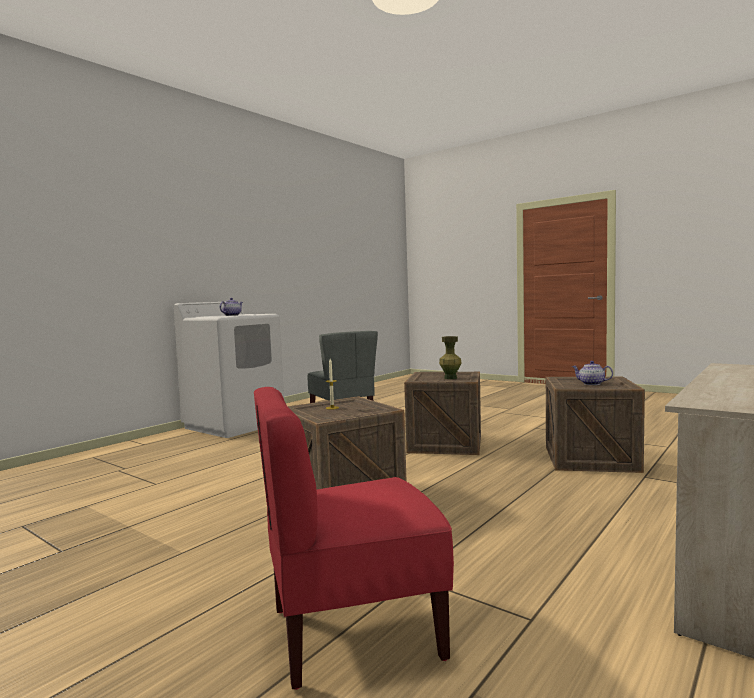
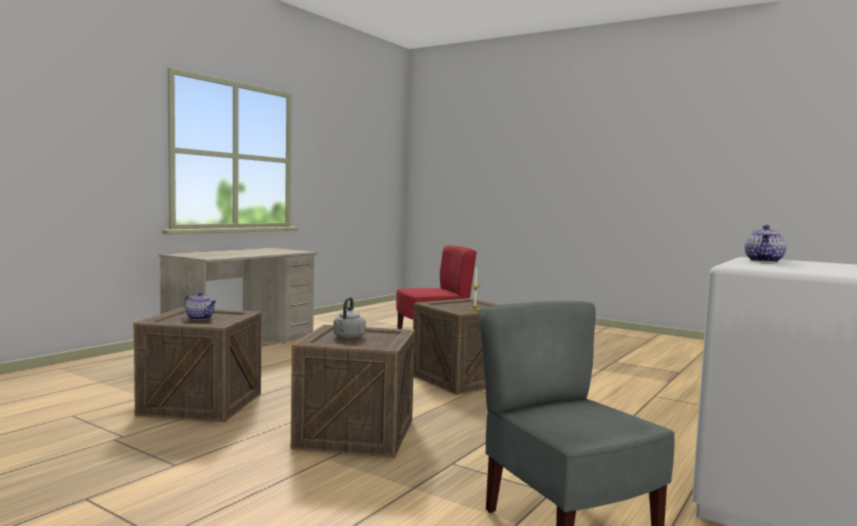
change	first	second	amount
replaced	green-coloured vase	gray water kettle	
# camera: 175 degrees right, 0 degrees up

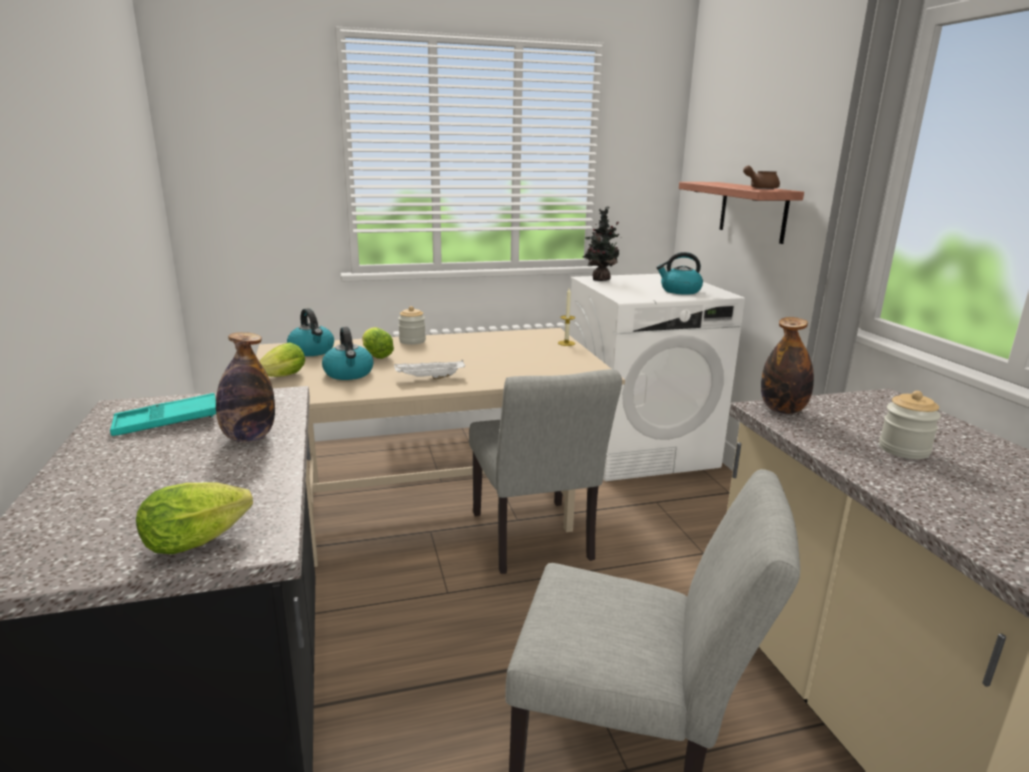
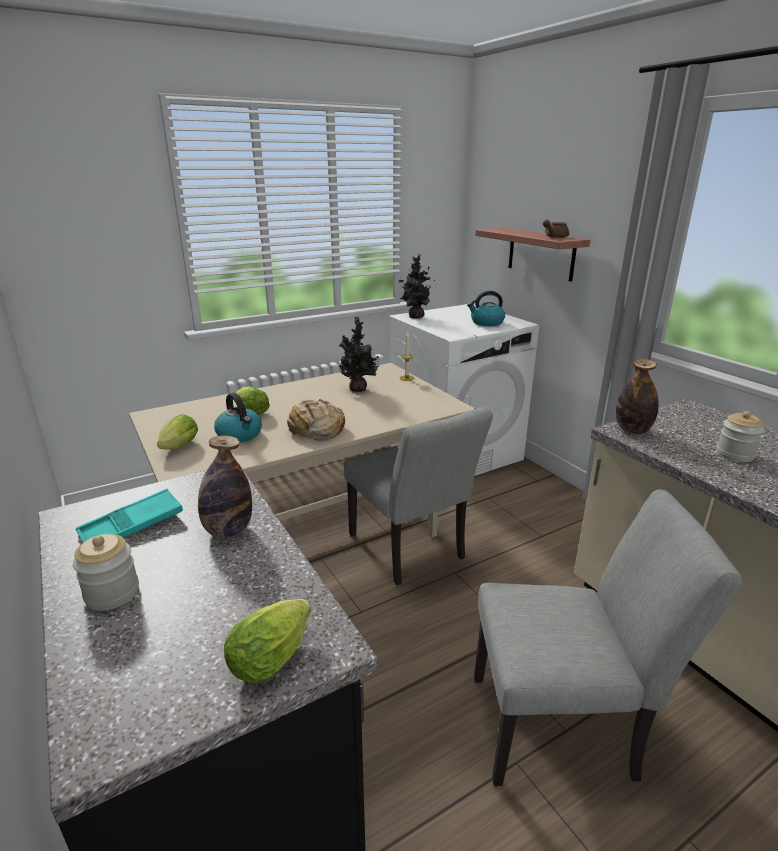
change	first	second	amount
moved	jar (1st from left)		
replaced	white-coloured serving tray	bread	
added		plant in a pot (1st from left)	
removed	water kettle (1st from left)		
# camera: 15 degrees left, 5 degrees up

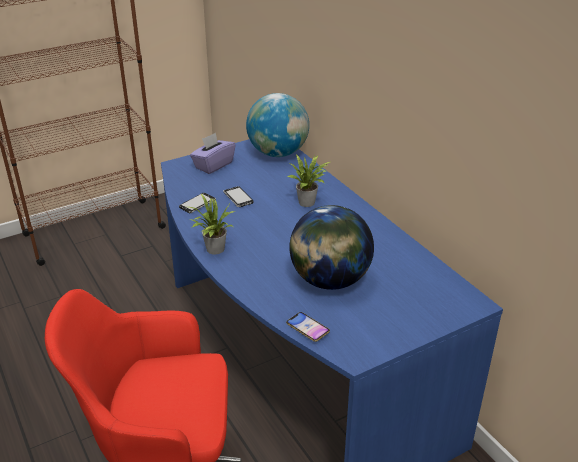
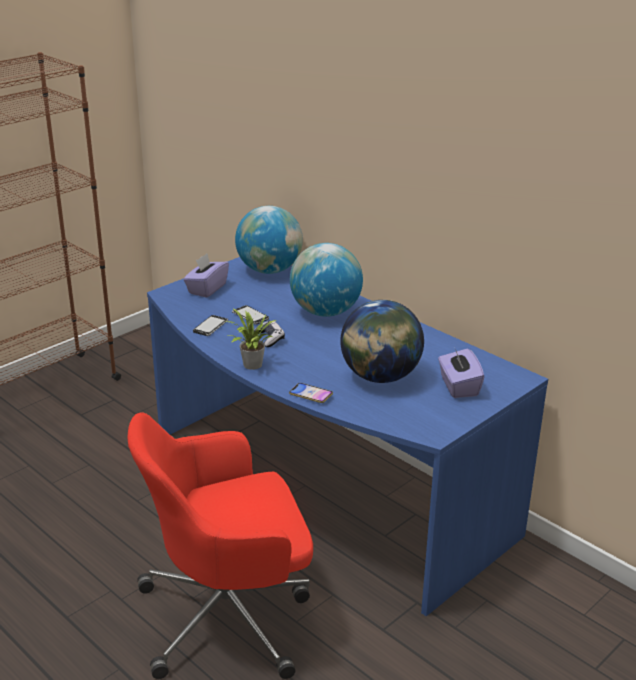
change	first	second	amount
added		game controller	
moved	telephone (3rd from left)		
replaced	plant in a pot (2nd from left)	desk globe (2nd from left)	
added		purple tissue holder (2nd from left)	
# camera: 15 degrees left, 5 degrees down

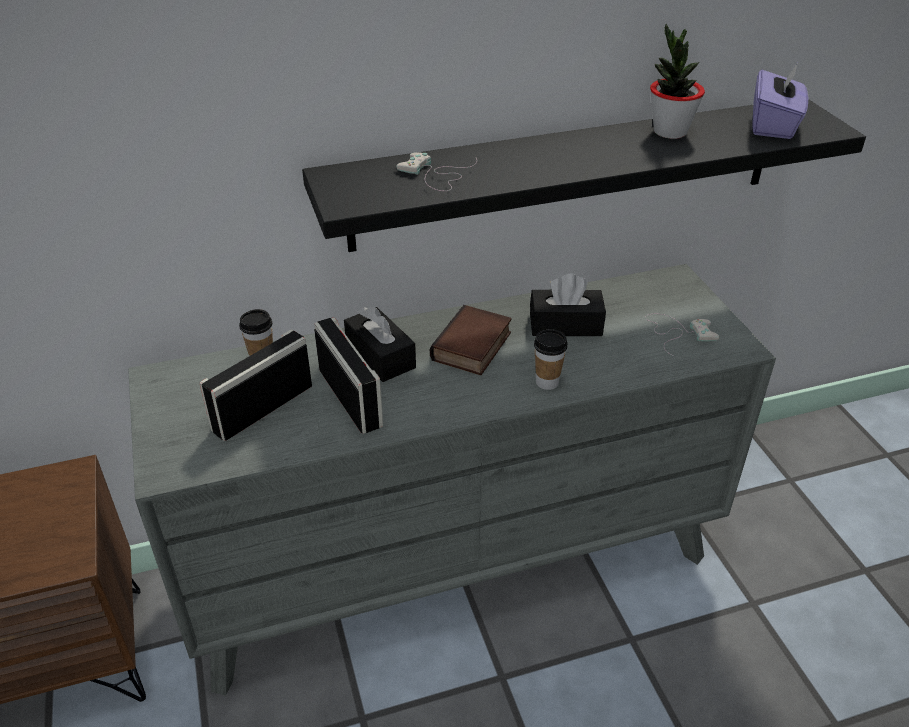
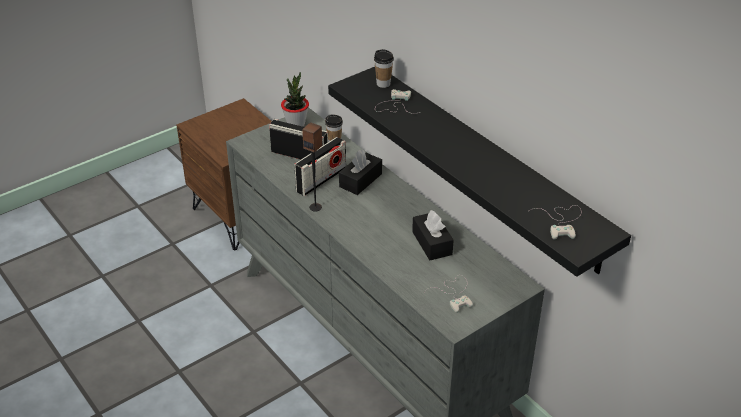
change	first	second	amount
moved	plant in a pot		
added		speaker	
moved	drinking cup (2nd from left)		
replaced	purple tissue holder	white-coloured game controller (3rd from left)	
removed	volume		
# camera: 70 degrees right, 0 degrees up

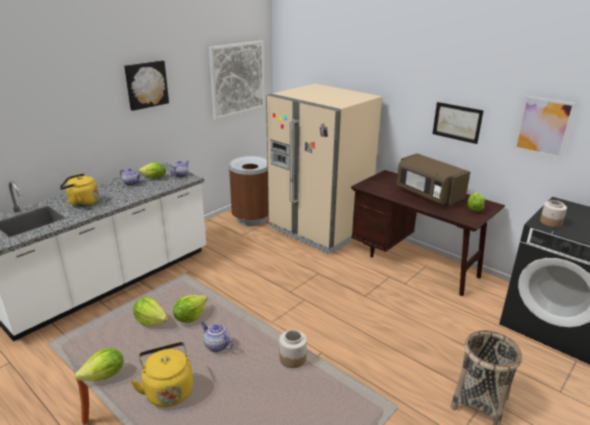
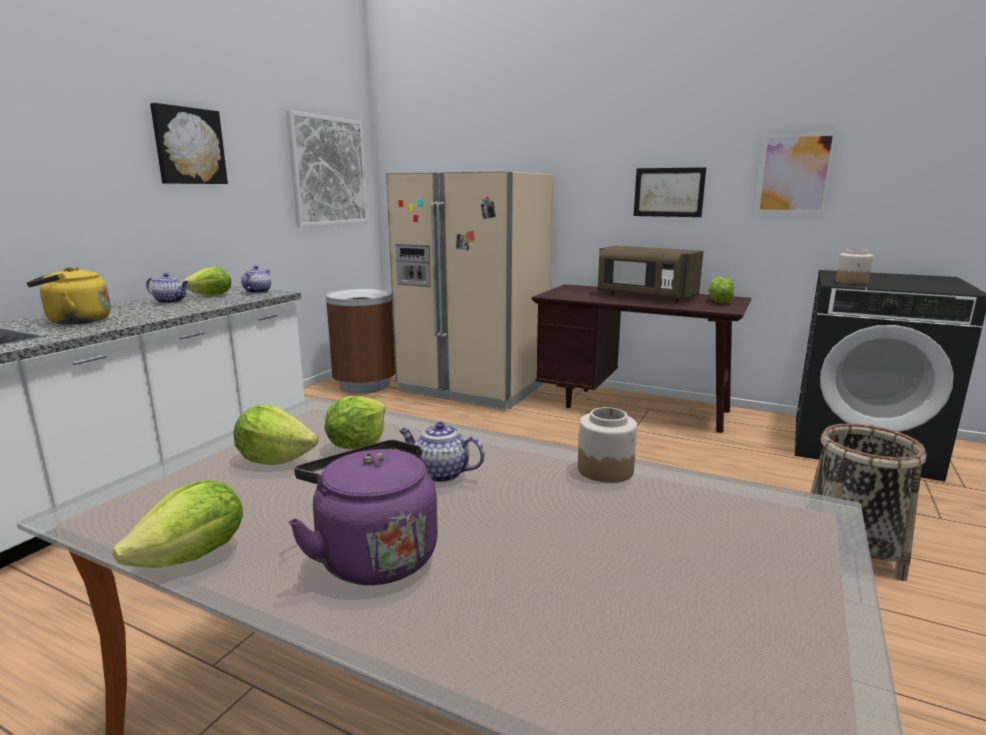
change	first	second	amount
recoloured	yellow water kettle (2nd from left)	purple water kettle	
# camera: 15 degrees left, 10 degrees down

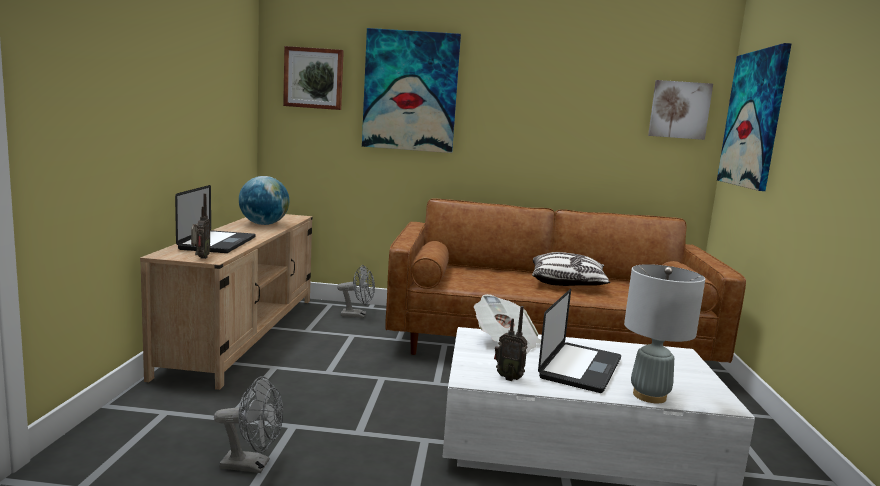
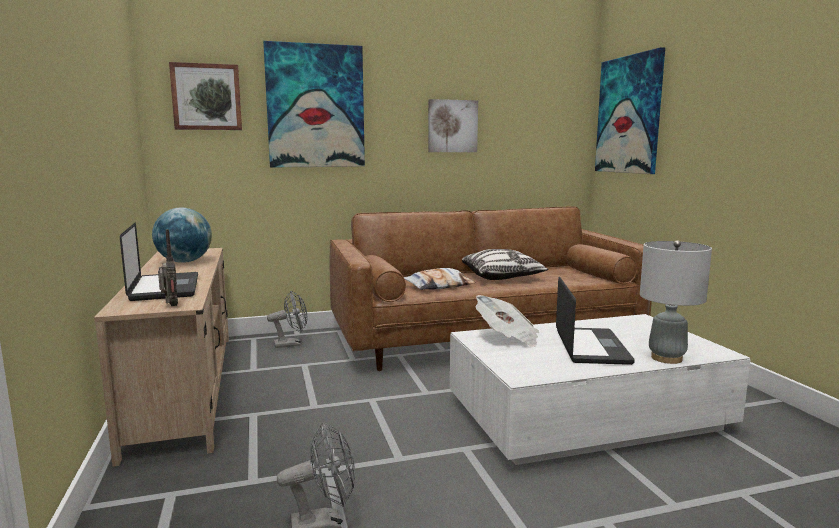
change	first	second	amount
added		throw pillow (1st from left)	
moved	picture (3rd from left)		
removed	radio (2nd from left)		
# camera: 20 degrees left, 0 degrees up

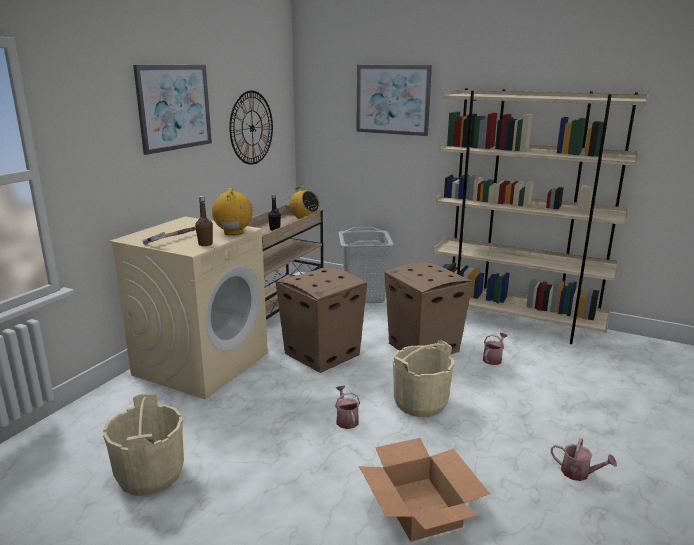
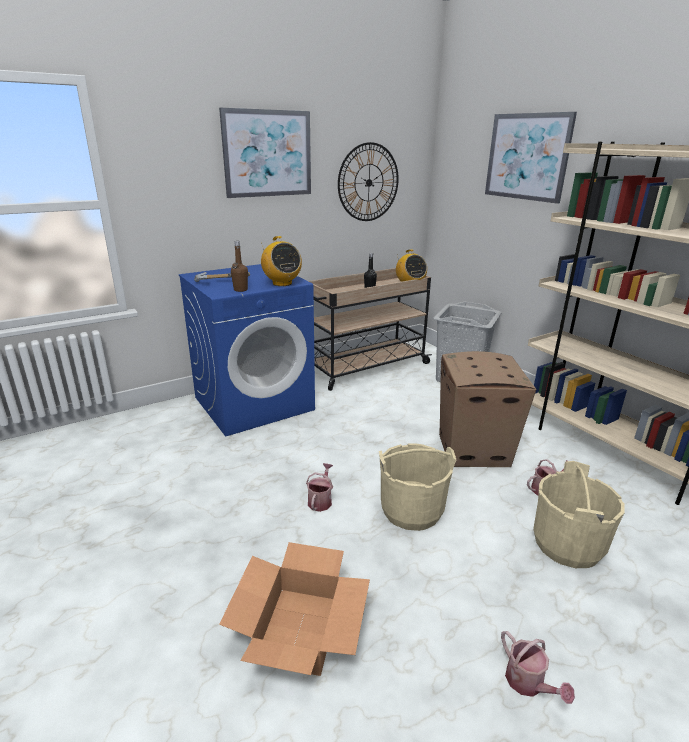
change	first	second	amount
recoloured	beige-coloured laundry appliance	blue laundry appliance	
turned	radio (1st from left)		120 degrees clockwise
moved	beige-coloured pail (1st from left in the first image)	beige-coloured pail (2nd from left)	
removed	carton (1st from left)		
# camera: 30 degrees right, 5 degrees up

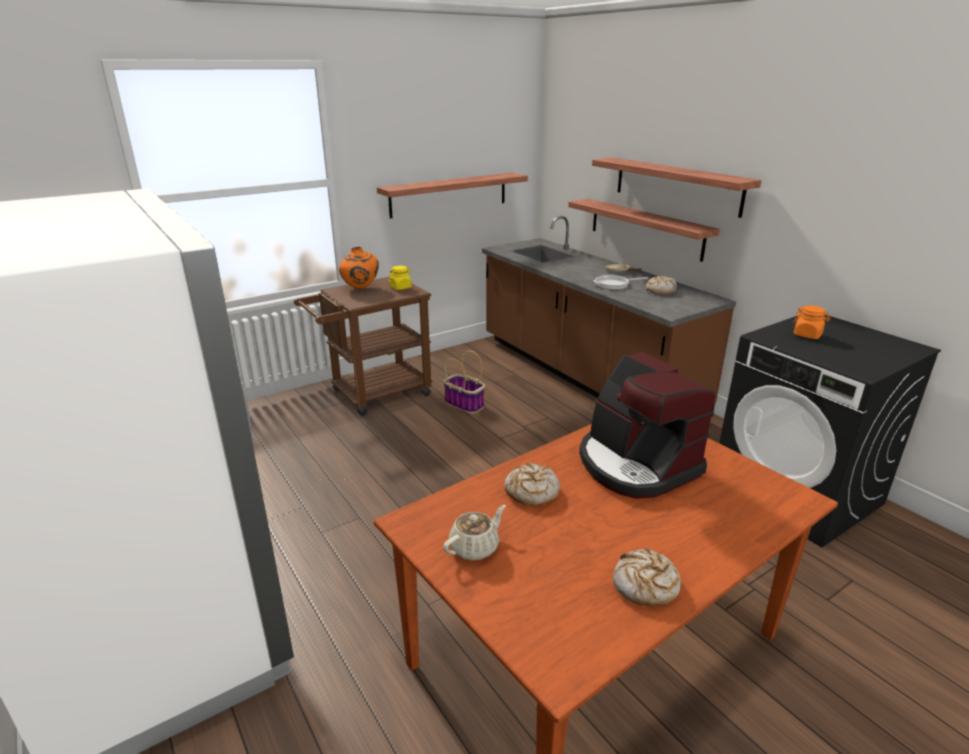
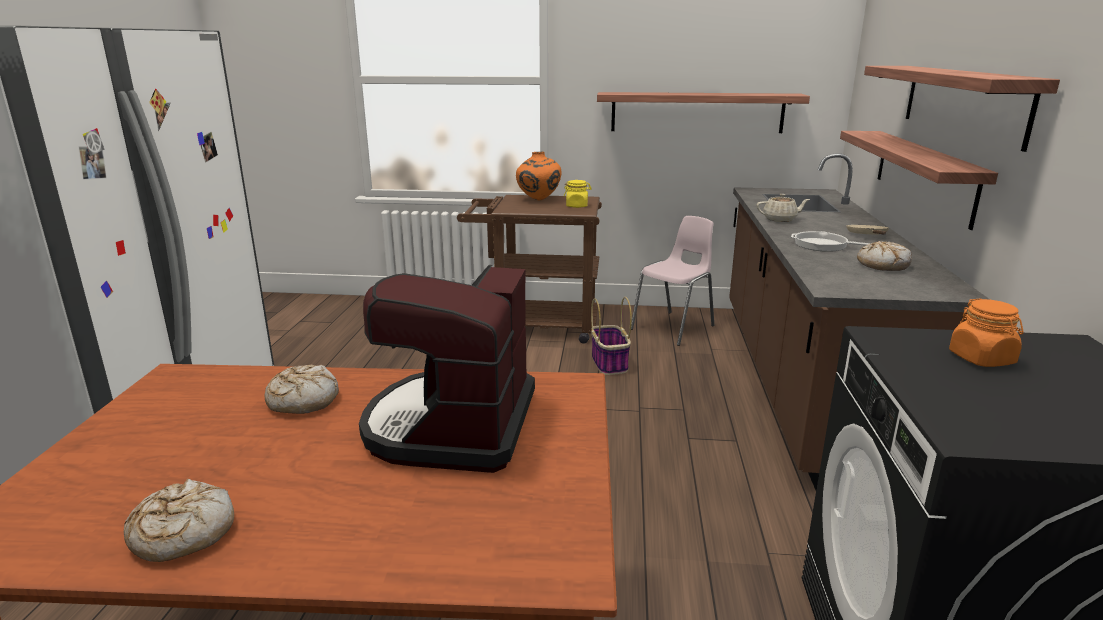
change	first	second	amount
added		pinkish plain chair	
moved	beige-coloured pot for tea		
# camera: 40 degrees right, 5 degrees down

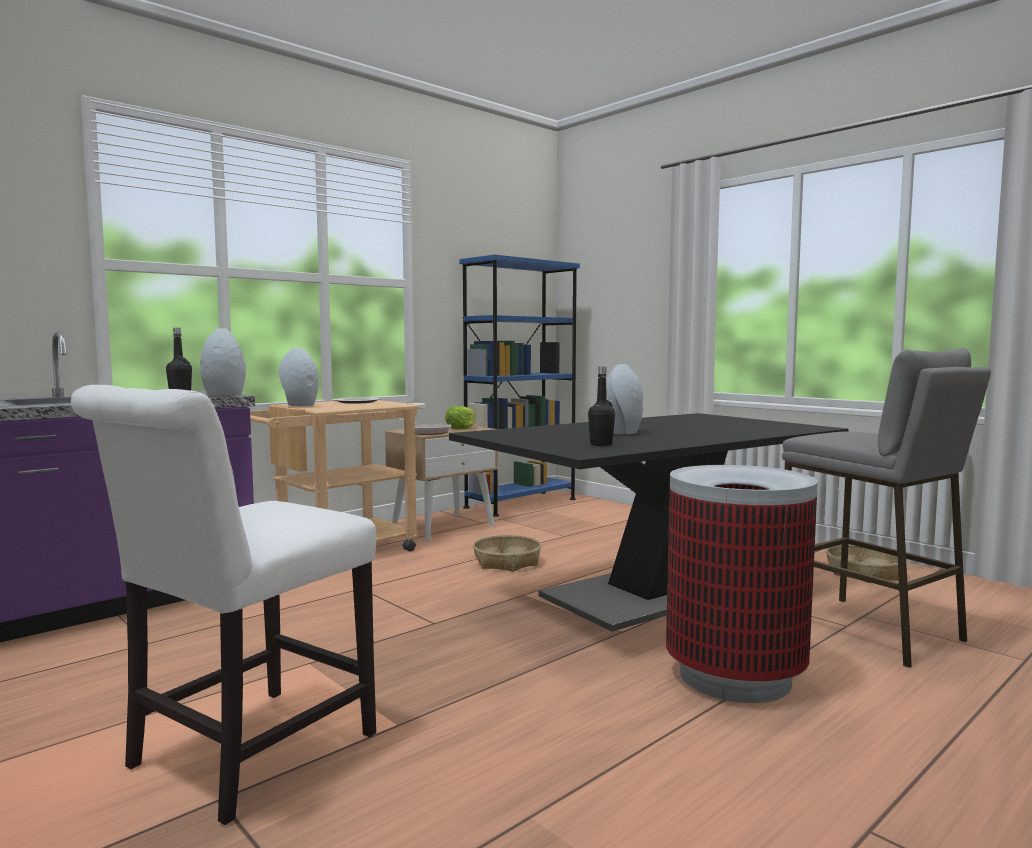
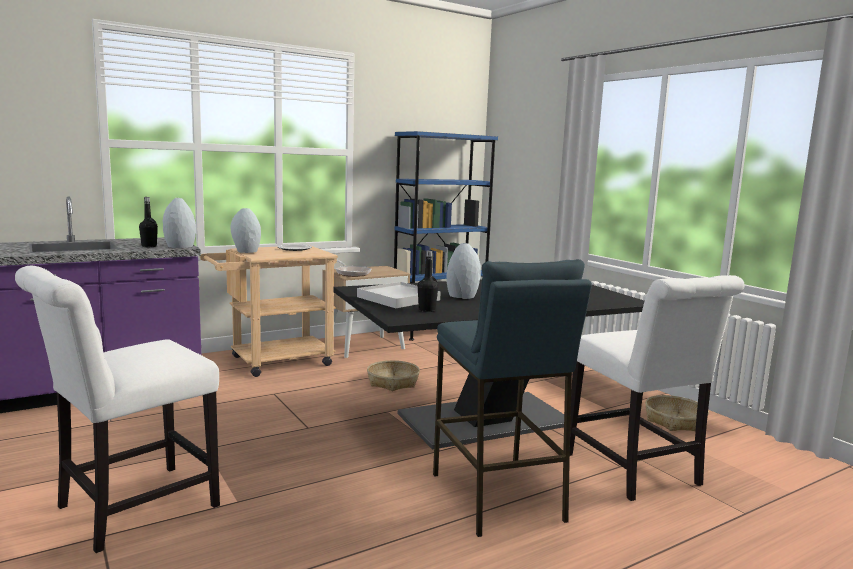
change	first	second	amount
added		white-coloured serving tray	
replaced	rubbish bin	blue sitting stool	
replaced	gray sitting stool	white-coloured plain chair (2nd from left)	
removed	head of lettuce		
# camera: 10 degrees right, 5 degrees up

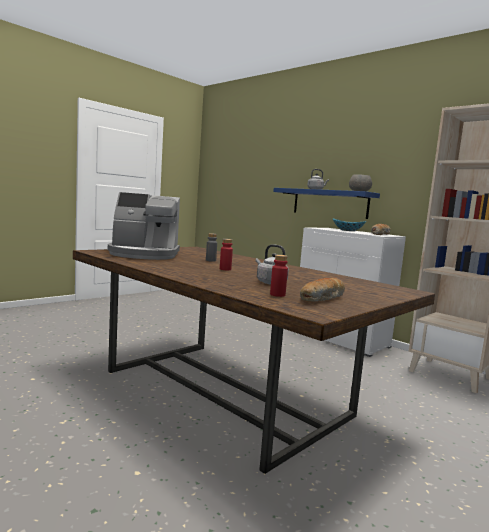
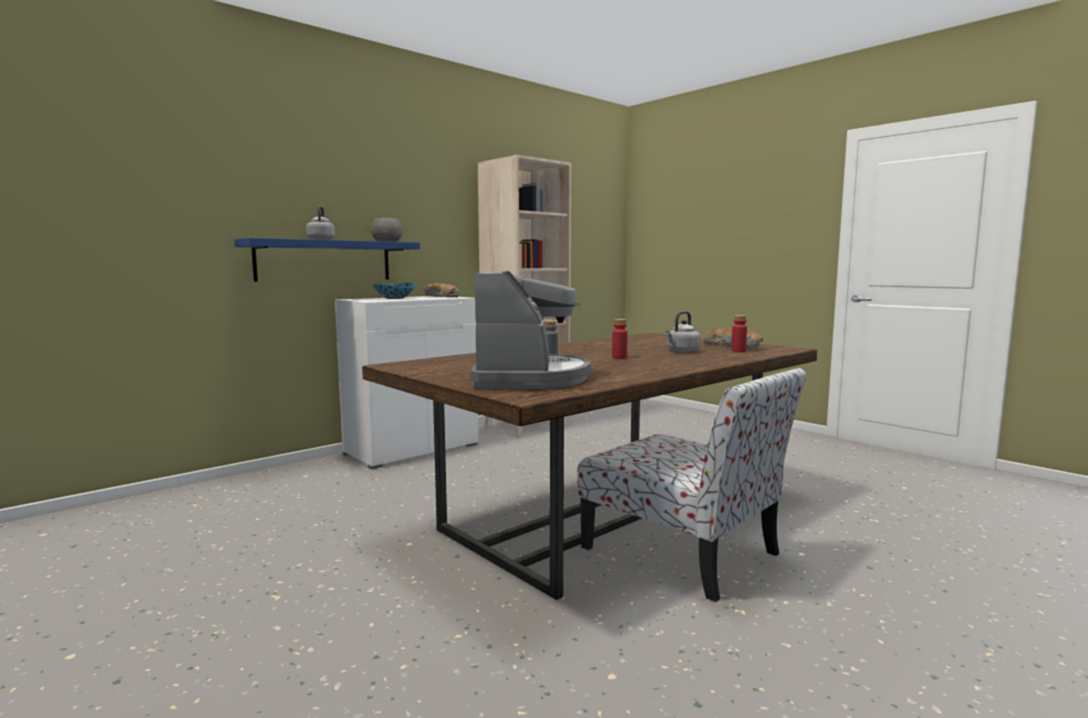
change	first	second	amount
added		plain chair	
# camera: 85 degrees left, 0 degrees up

